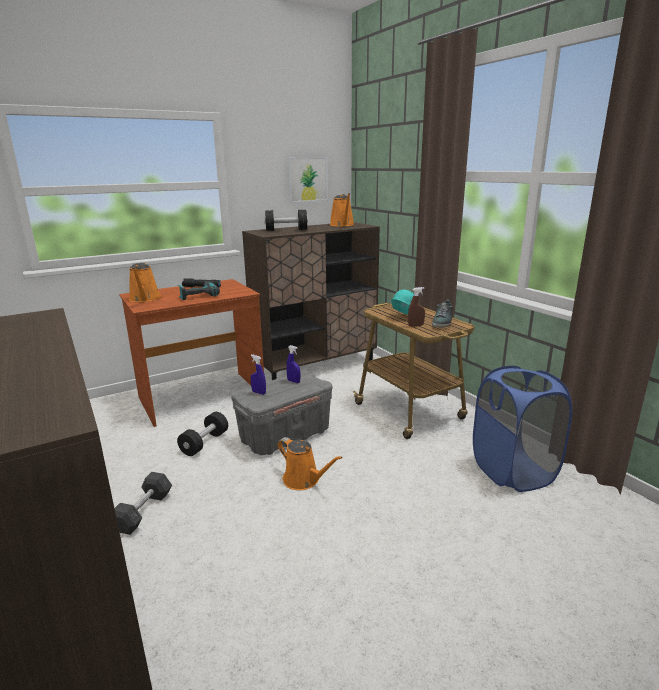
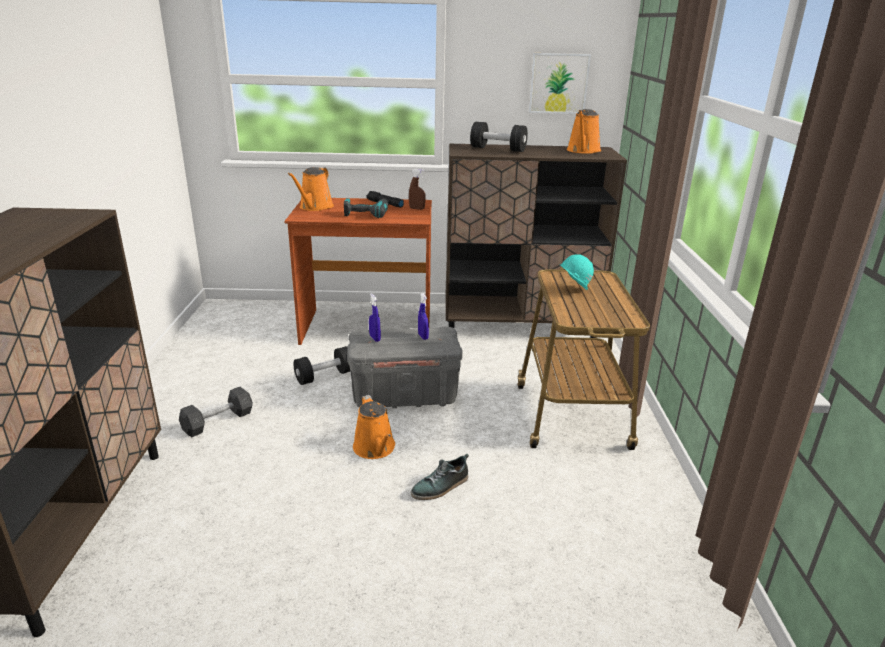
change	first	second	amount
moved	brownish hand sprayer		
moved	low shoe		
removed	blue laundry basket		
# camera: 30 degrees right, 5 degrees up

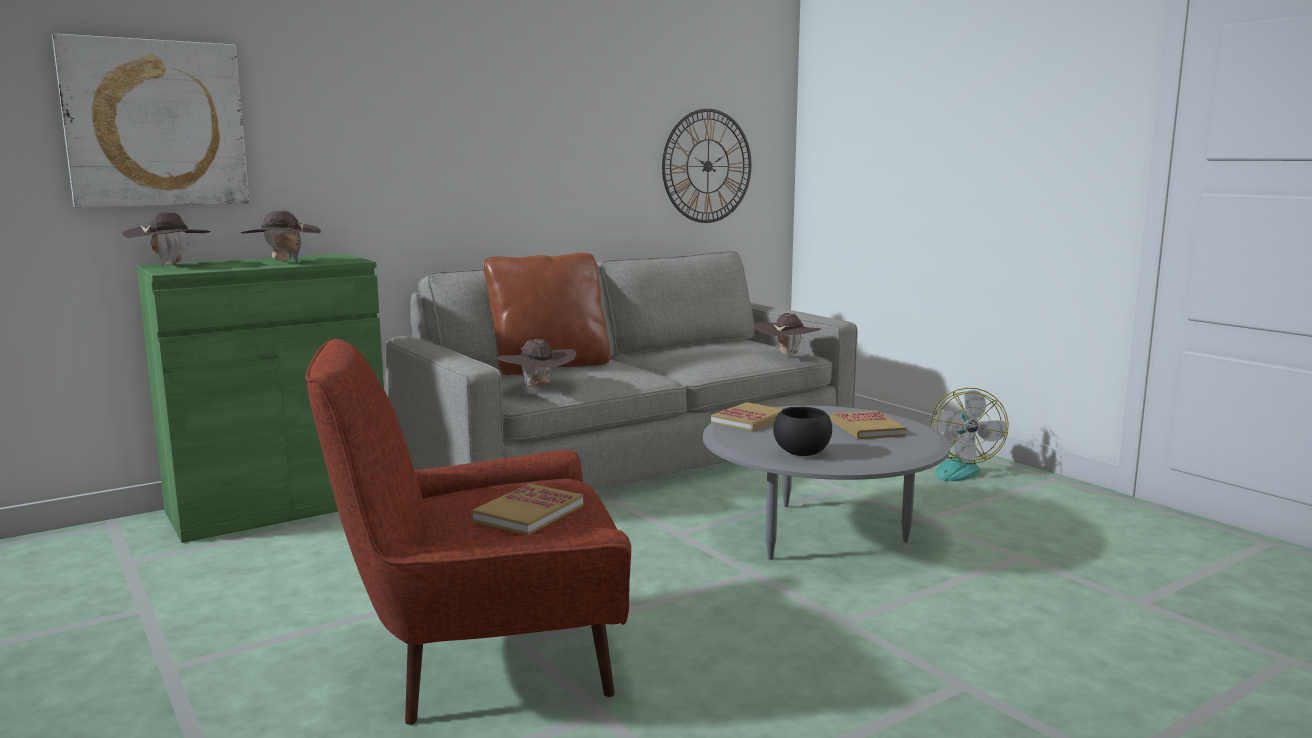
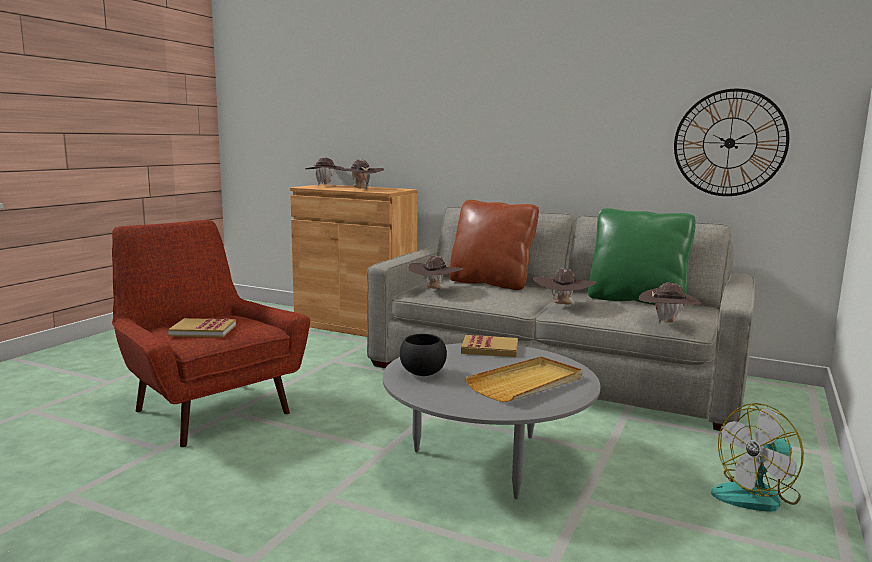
change	first	second	amount
recoloured	green-coloured storage cabinet	brownish storage cabinet	
replaced	volume (3rd from left)	beige-coloured serving tray	
added		brownish clothing hat (4th from left)	
added		green-coloured throw pillow	
removed	picture		
# camera: 60 degrees right, 0 degrees up

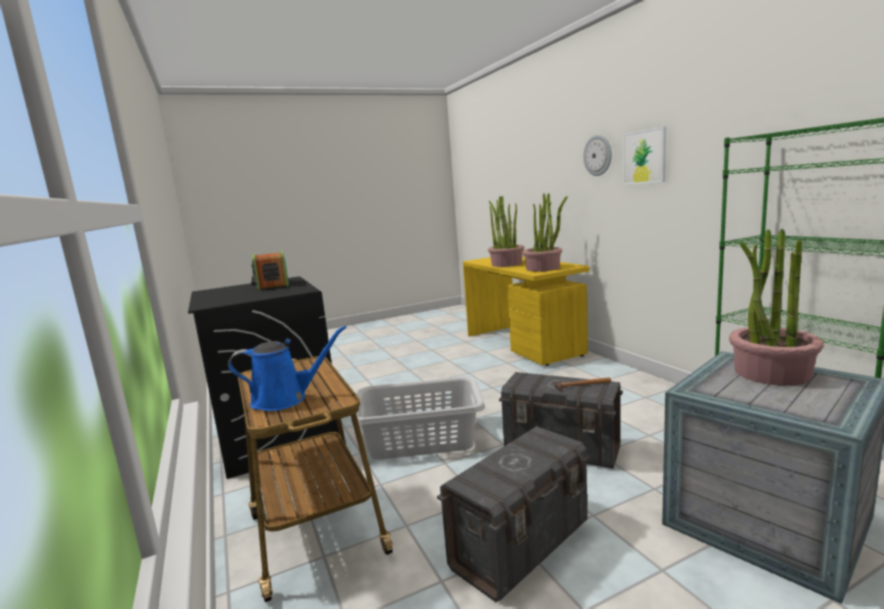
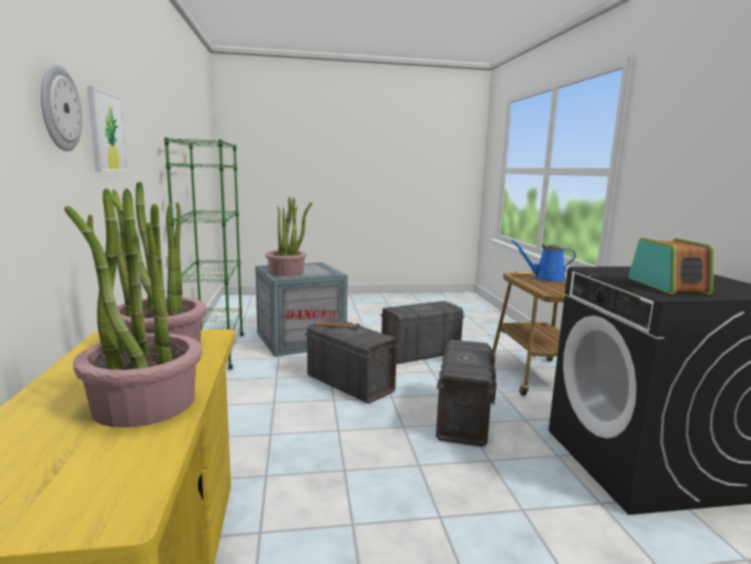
change	first	second	amount
replaced	gray laundry basket	gray storage bin (3rd from left)	
# camera: 165 degrees left, 0 degrees up

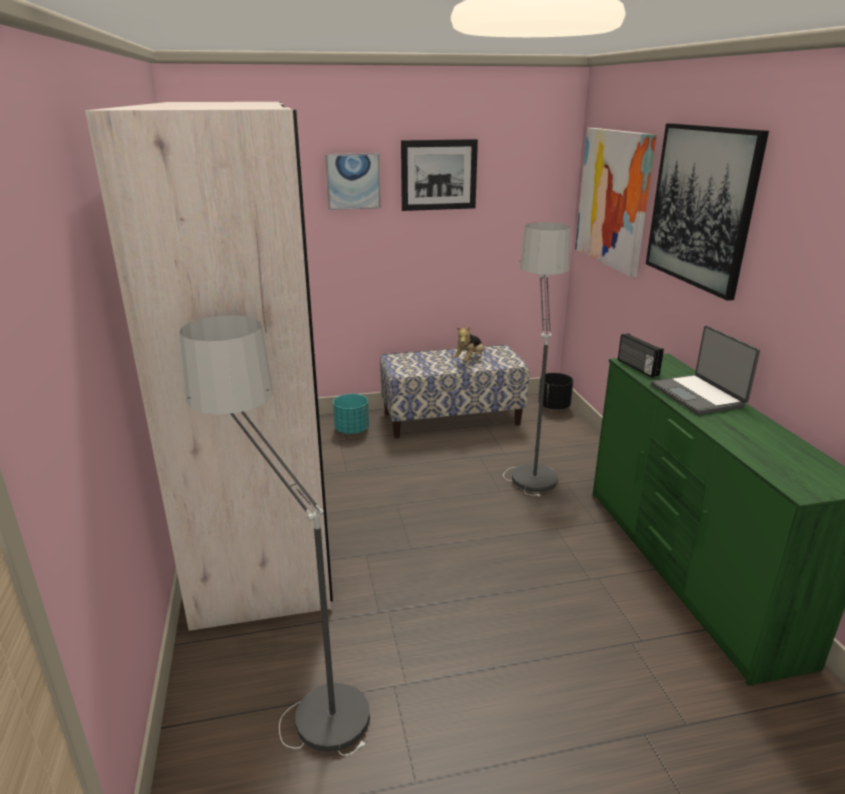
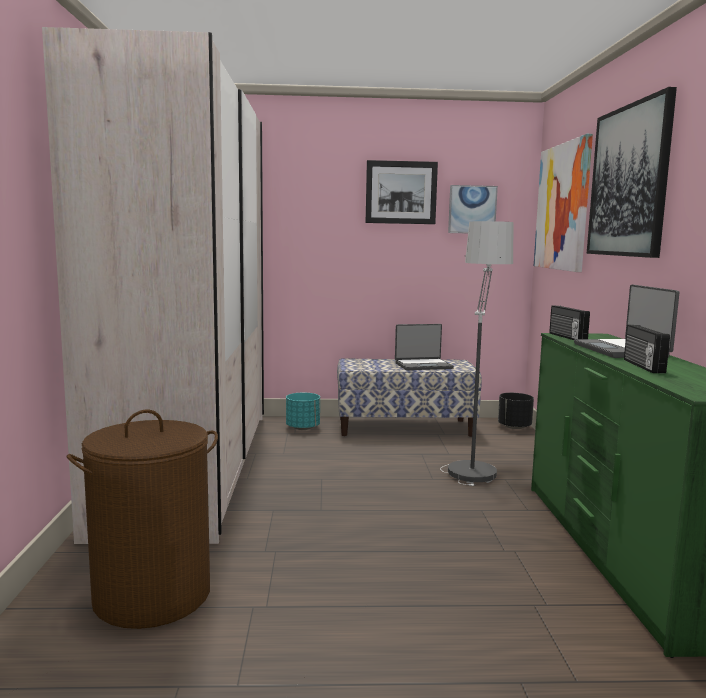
change	first	second	amount
replaced	standard lamp (1st from left)	brownish laundry basket	
replaced	plush toy	portable computer (1st from left)	
moved	picture (1st from left in the first image)	picture (2nd from left)	
added		radio (2nd from left)	
# camera: 10 degrees right, 15 degrees down

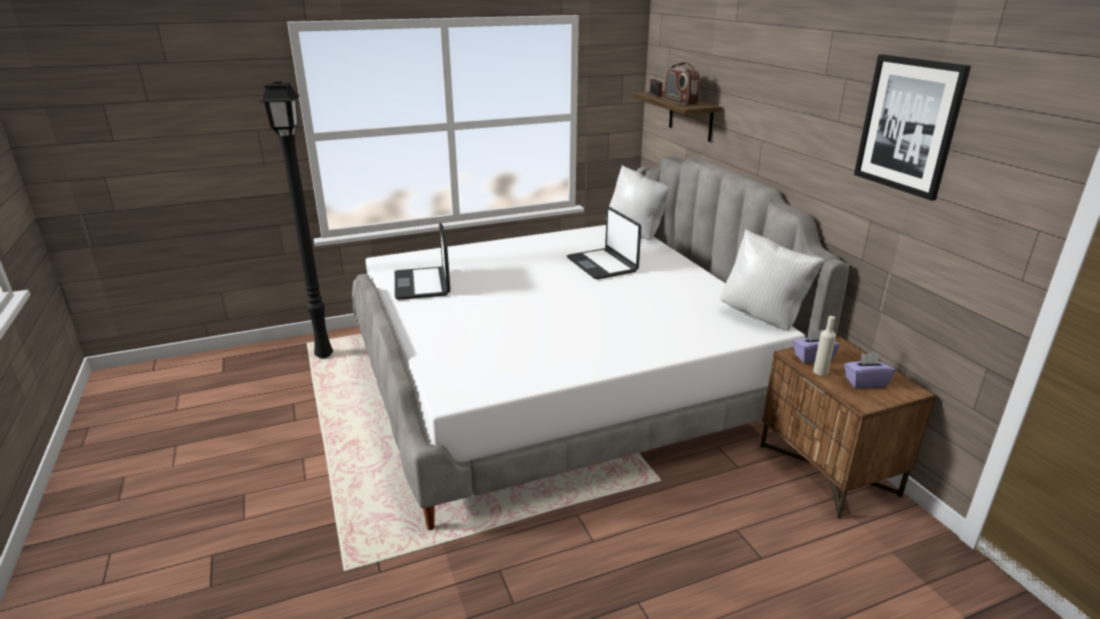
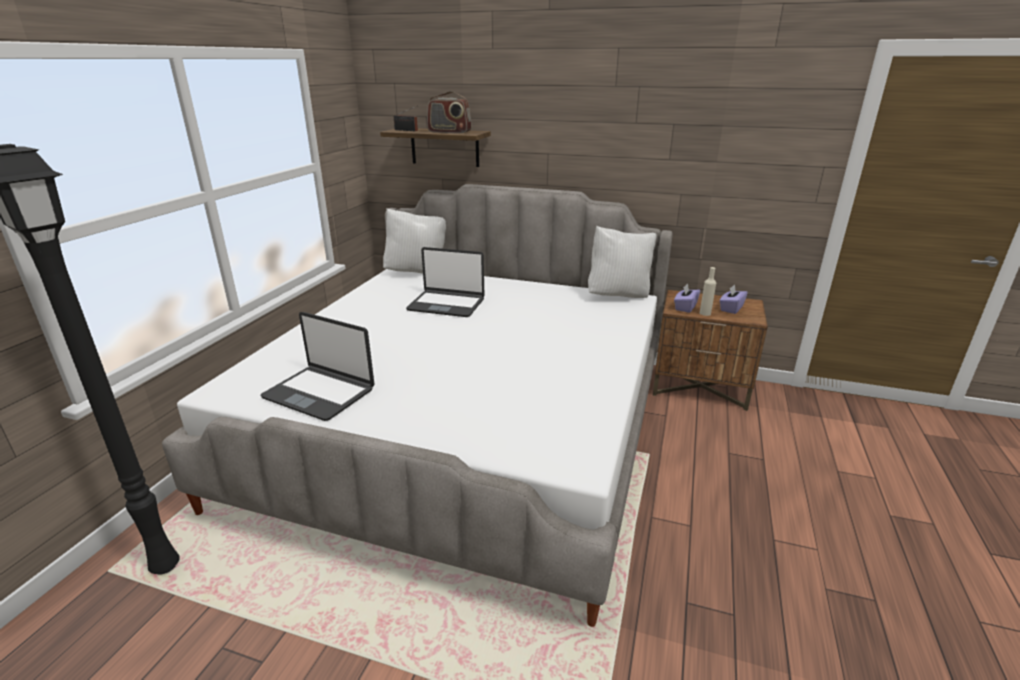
change	first	second	amount
removed	picture		
# camera: 50 degrees left, 0 degrees up

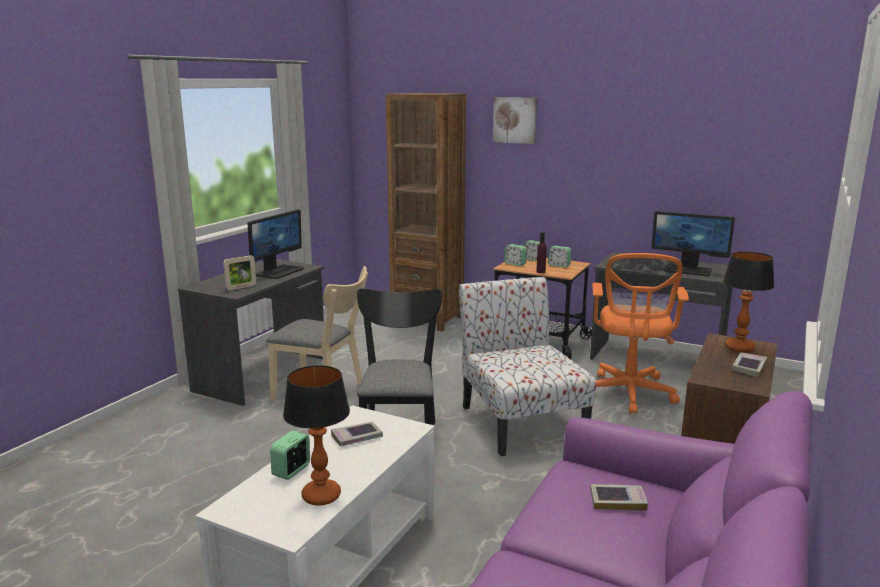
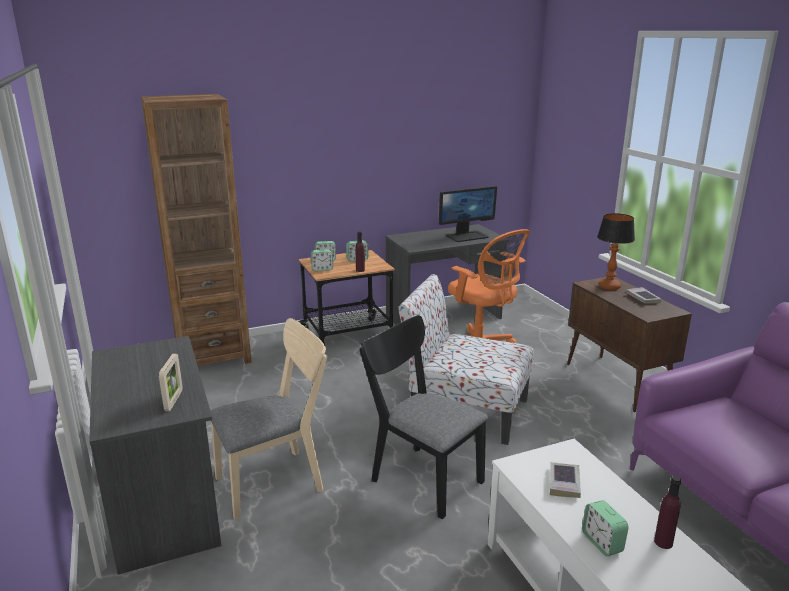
change	first	second	amount
replaced	tabletop lamp (1st from left)	purple bottle (2nd from left)	
removed	monitor (1st from left)		
removed	picture		
removed	volume (2nd from left)		
# camera: 50 degrees left, 5 degrees up

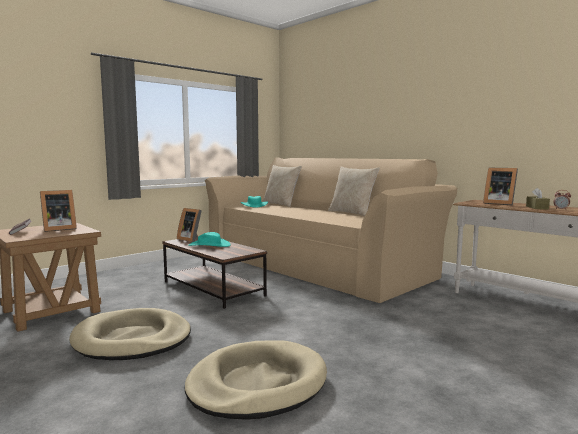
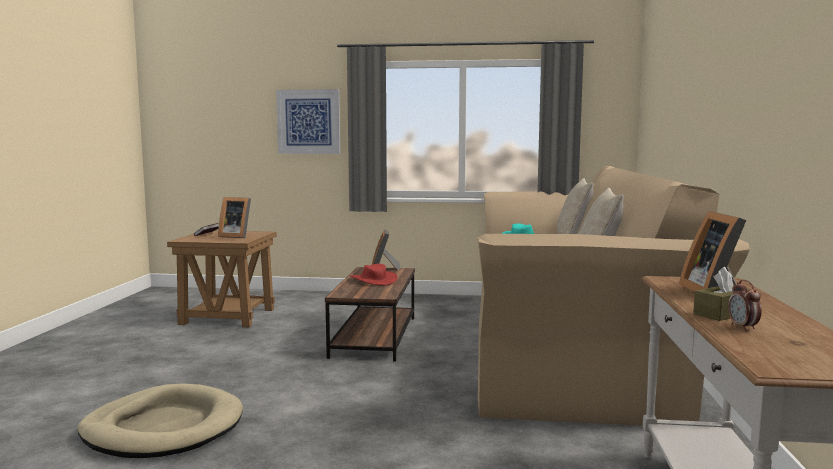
change	first	second	amount
added		picture	
recoloured	blue-green clothing hat (1st from left)	red-coloured clothing hat	
removed	beige-coloured pet bed (1st from left)		
# camera: 50 degrees right, 0 degrees up

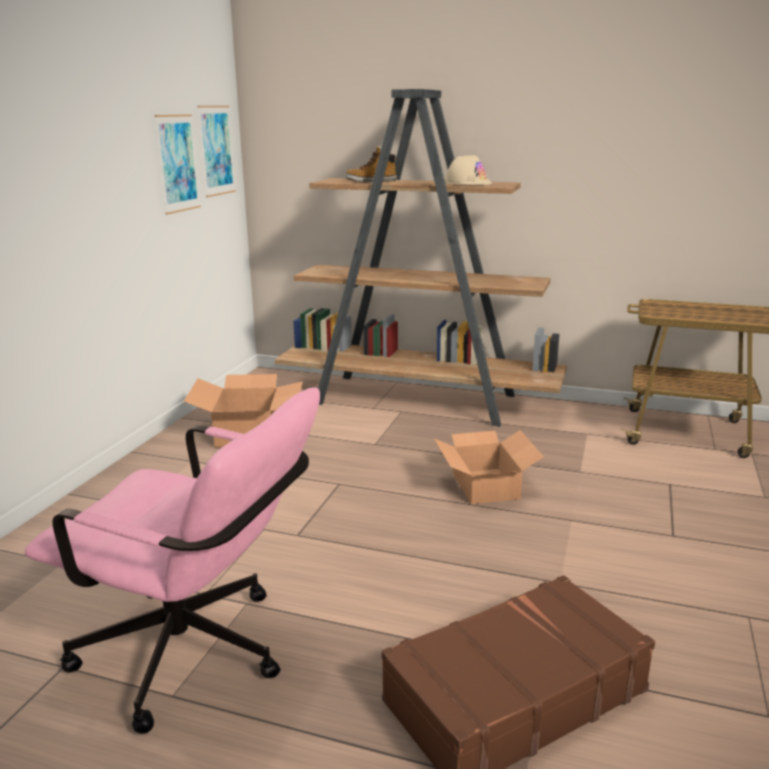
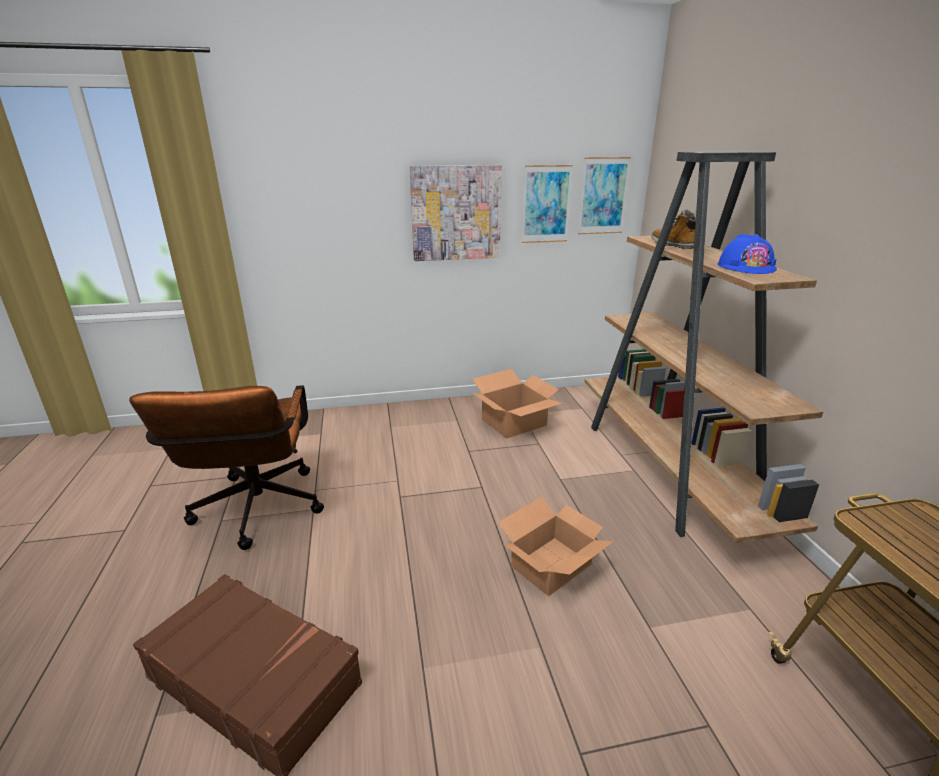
change	first	second	amount
recoloured	pinkish desk chair	brownish desk chair	
added		picture (1st from left)	
recoloured	beige-coloured work helmet	blue work helmet	
# camera: 60 degrees right, 5 degrees up

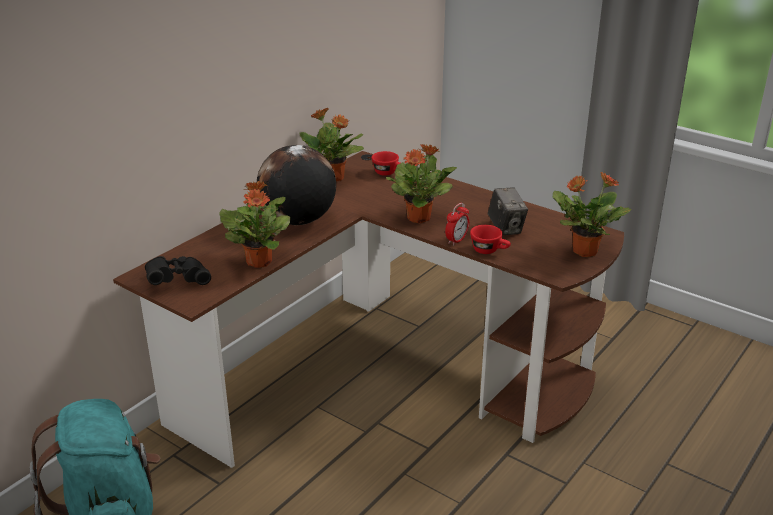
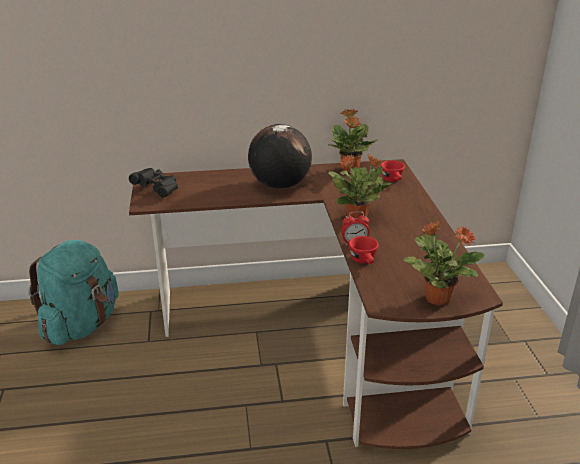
change	first	second	amount
removed	plant in a pot (1st from left)		
removed	photo camera		
# camera: 45 degrees right, 0 degrees up

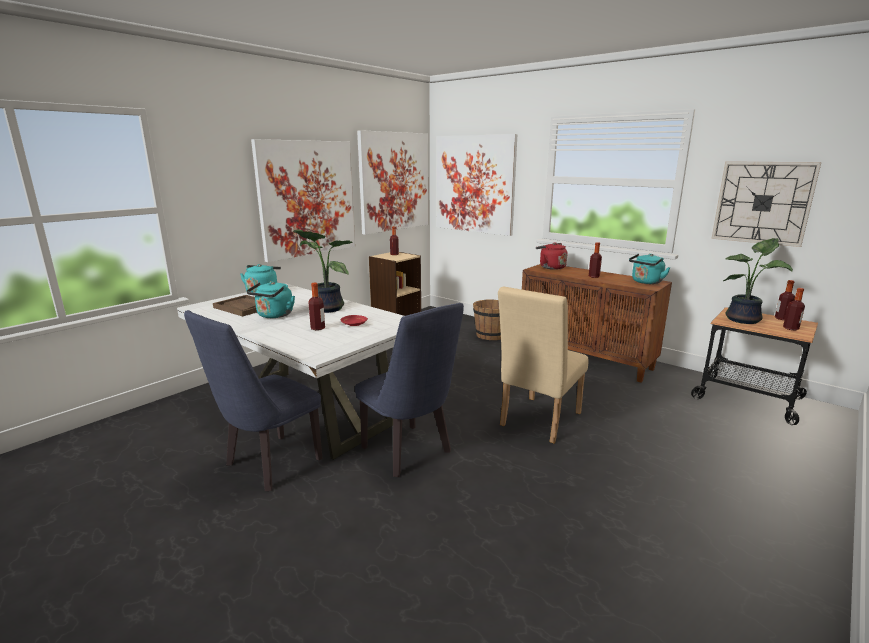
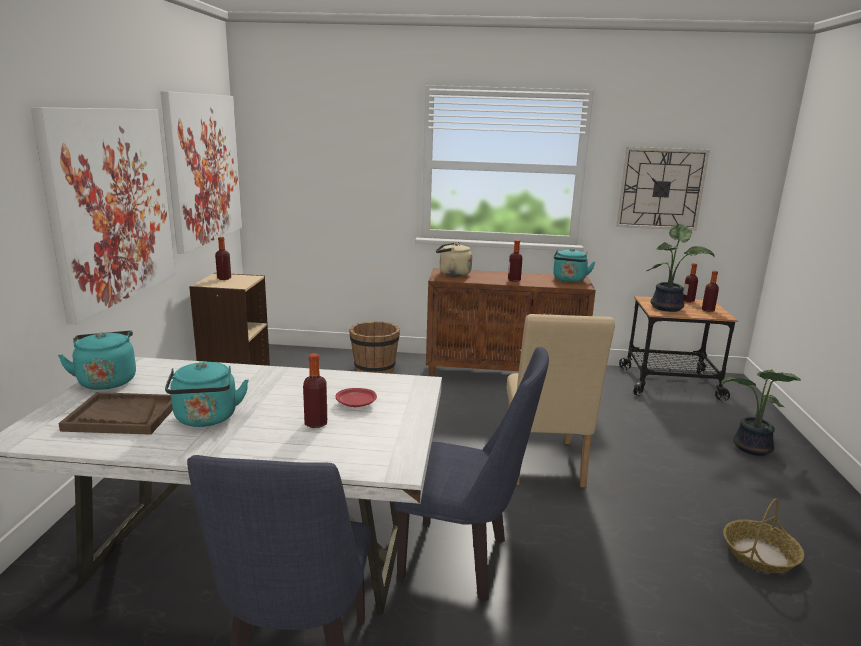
change	first	second	amount
recoloured	red-coloured water kettle	beige-coloured water kettle	
moved	plant in a pot (1st from left in the first image)	plant in a pot (2nd from left)	
added		household basket	
removed	picture (3rd from left)		
# camera: 35 degrees left, 0 degrees up

